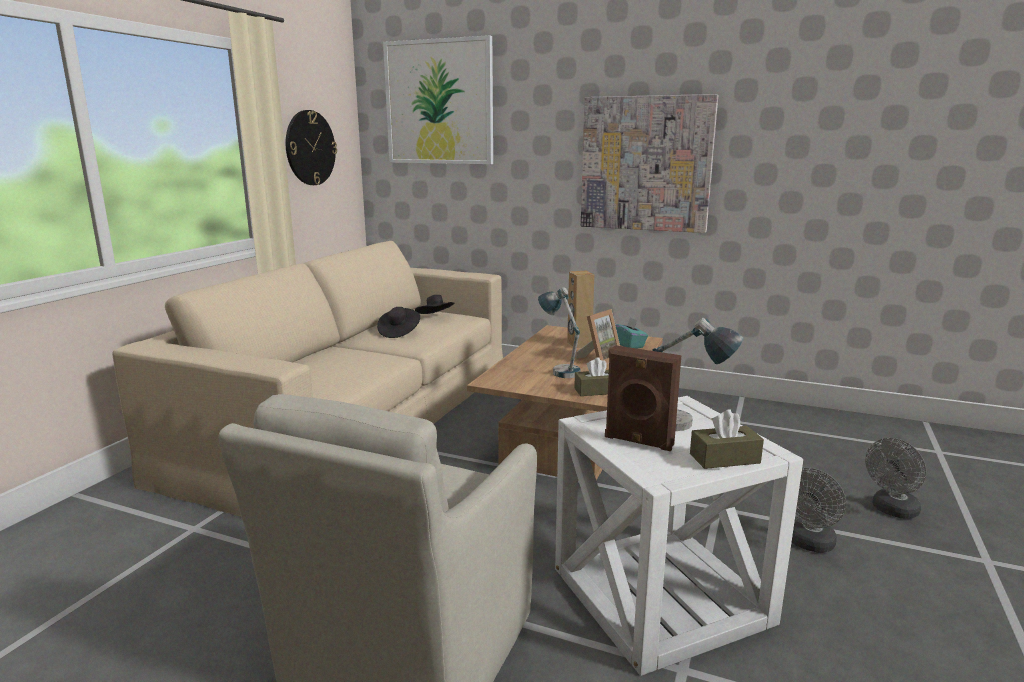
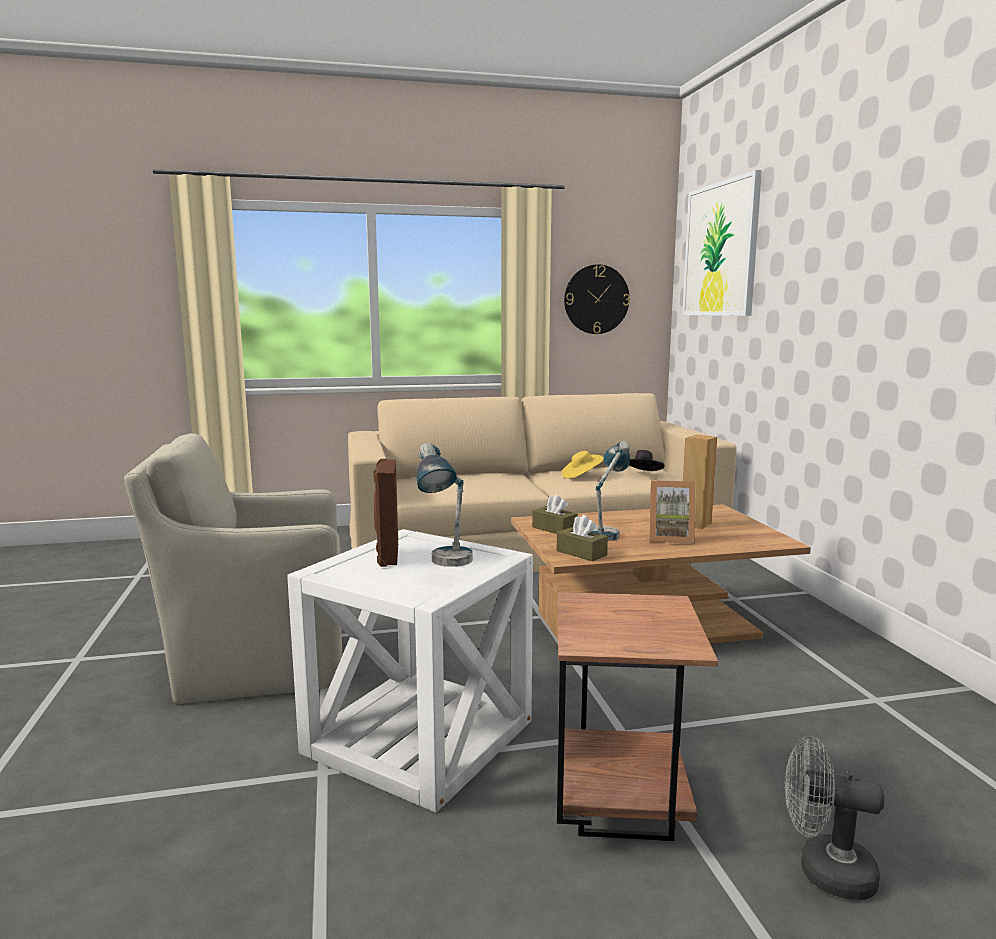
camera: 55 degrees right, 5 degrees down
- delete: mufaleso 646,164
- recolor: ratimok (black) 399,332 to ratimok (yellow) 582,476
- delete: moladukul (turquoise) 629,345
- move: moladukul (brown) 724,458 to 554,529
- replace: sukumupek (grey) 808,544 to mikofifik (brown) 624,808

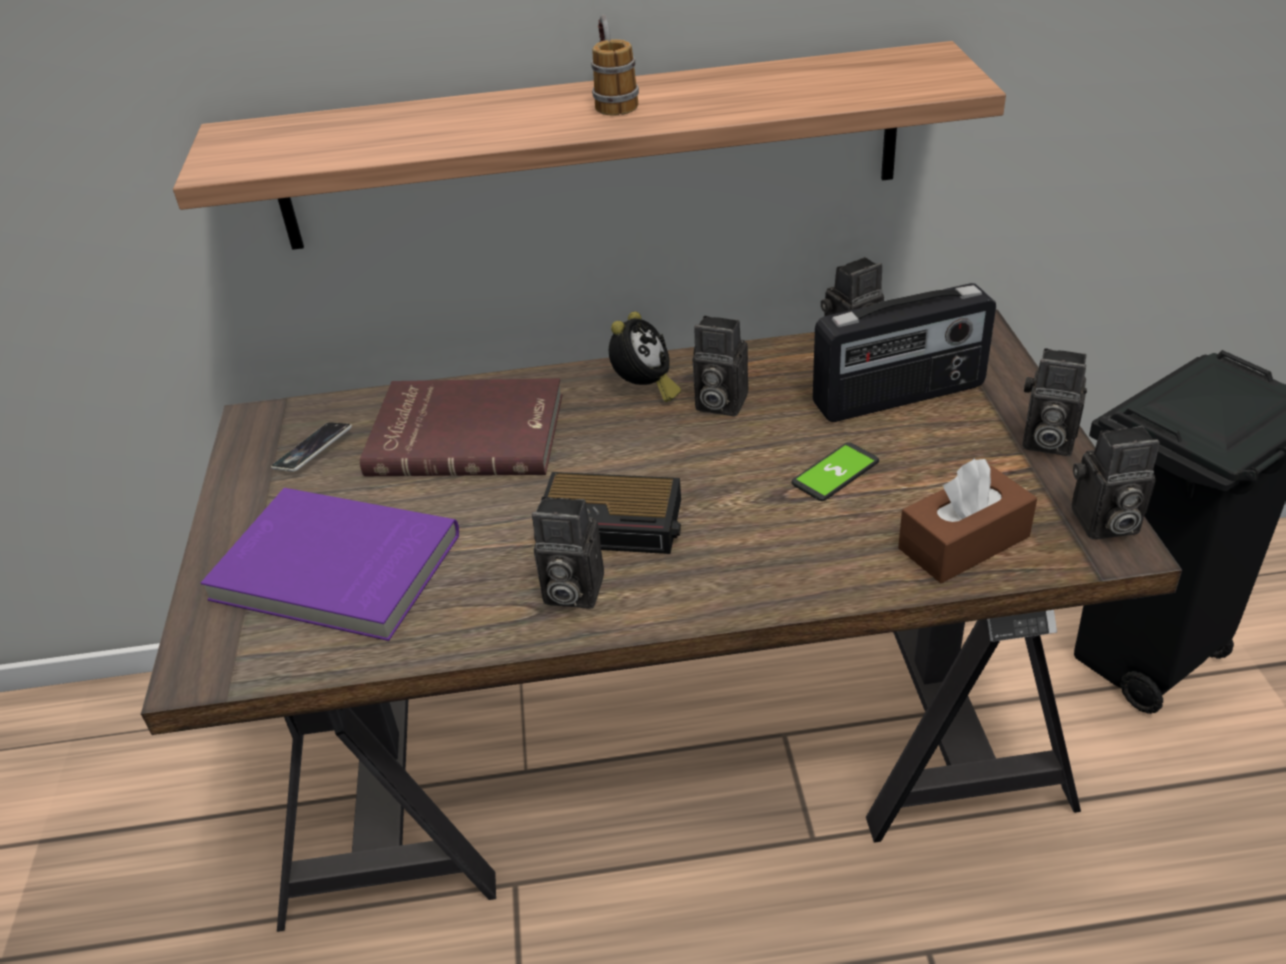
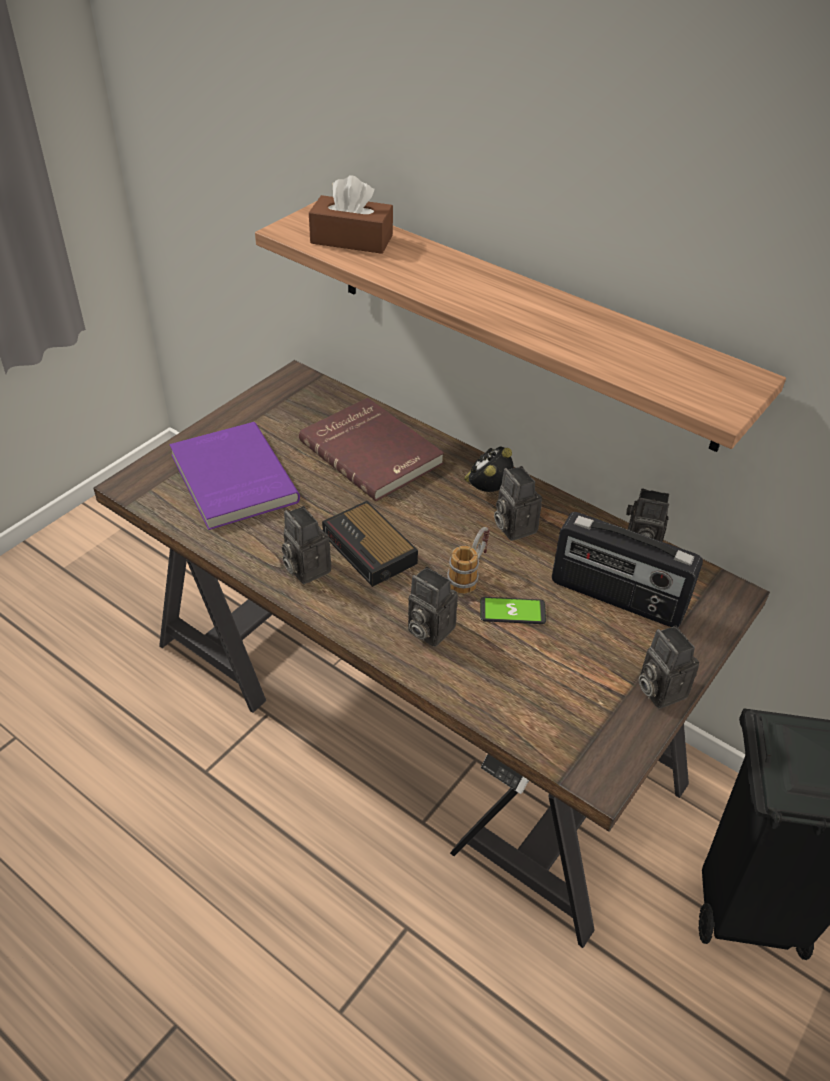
camera: 40 degrees right, 5 degrees up
- move: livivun 613,99 to 469,575
- rotate: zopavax 644,389 = 487,490 150 degrees clockwise
- delete: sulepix 313,451
- move: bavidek 1103,524 to 427,629
- move: moladukul (brown) 963,542 to 351,239

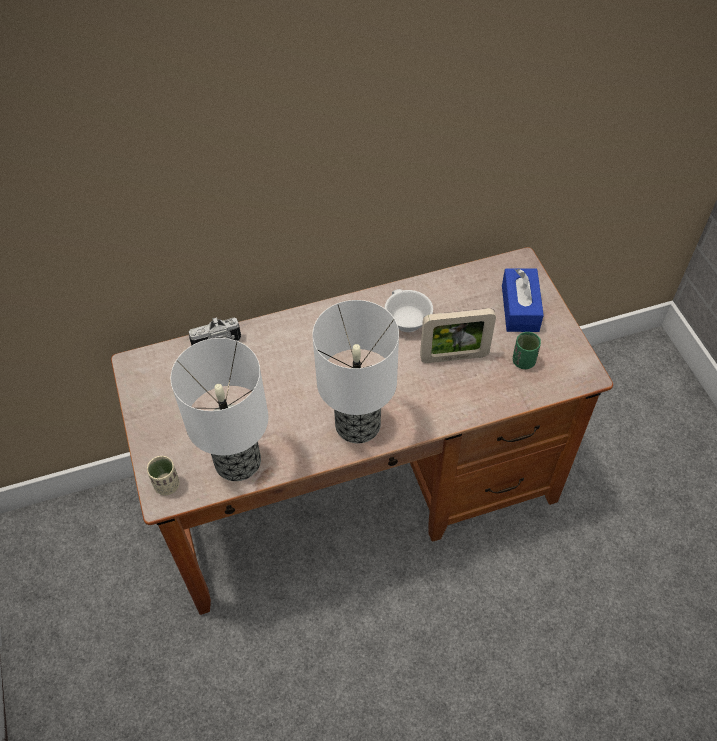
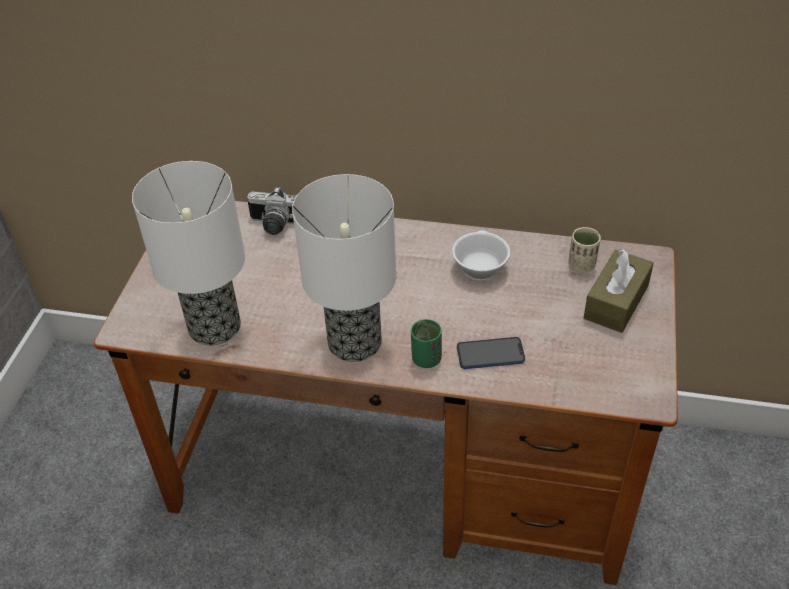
camera: 30 degrees right, 10 degrees down
- recolor: moladukul (blue) 520,308 to moladukul (brown) 616,302
- delete: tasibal 454,357
- move: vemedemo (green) 523,361 to 426,359
- move: vemedemo (beige) 167,485 to 581,265
- insert: sulepix 490,354

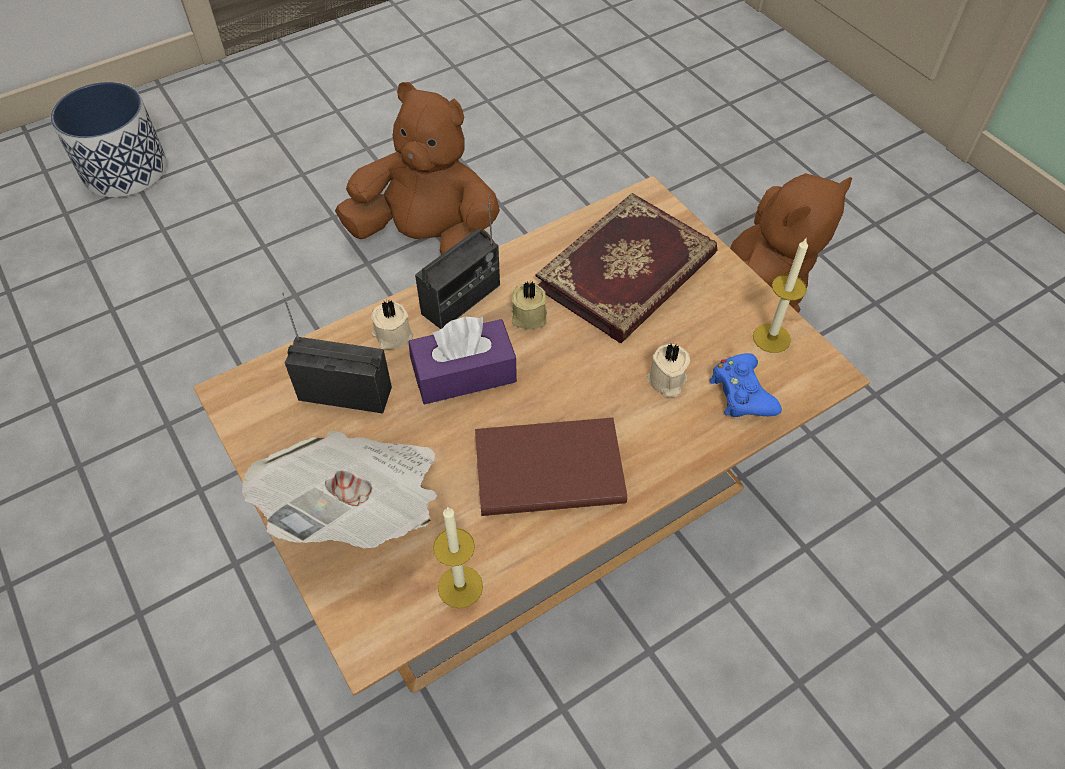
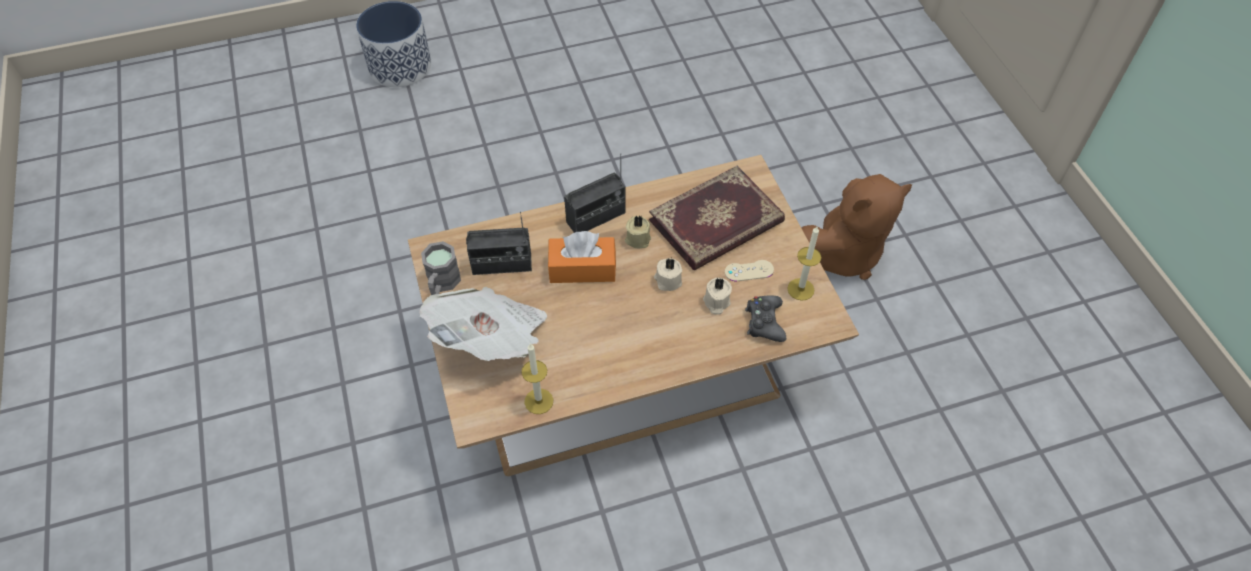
camera: 15 degrees right, 0 degrees up
- delete: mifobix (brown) 429,240
- rotate: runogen 345,393 = 502,264 150 degrees clockwise
- move: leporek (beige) 392,335 to 667,280
- recolor: moladukul (purple) 464,374 to moladukul (orange) 582,268
- recolor: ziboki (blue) 741,393 to ziboki (black) 764,322
- delete: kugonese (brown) 546,467
- insert: livivun (grey) 442,284
- insert: ziboki (beige) 749,271

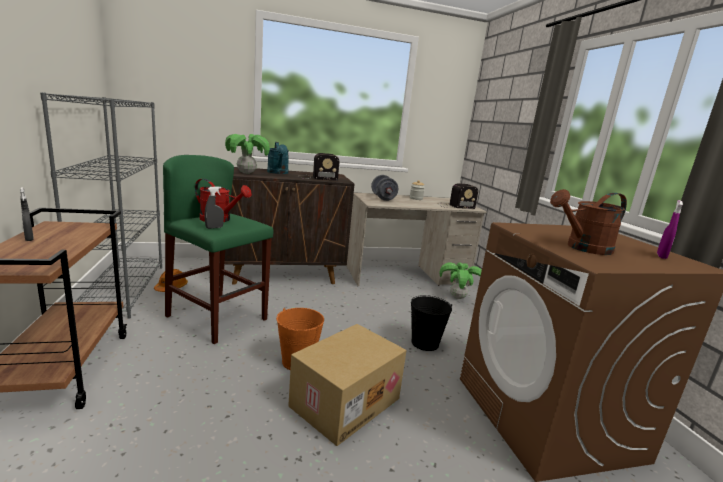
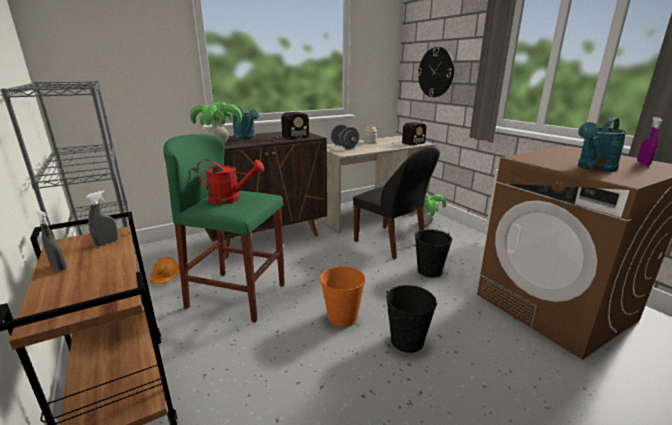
camera: 15 degrees left, 5 degrees up
- move: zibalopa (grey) 214,227 to 107,243
- recolor: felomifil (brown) 583,248 to felomifil (turquoise) 594,168
- replace: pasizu 344,401 to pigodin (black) 407,340
- insert: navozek 436,72
- insert: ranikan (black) 390,242

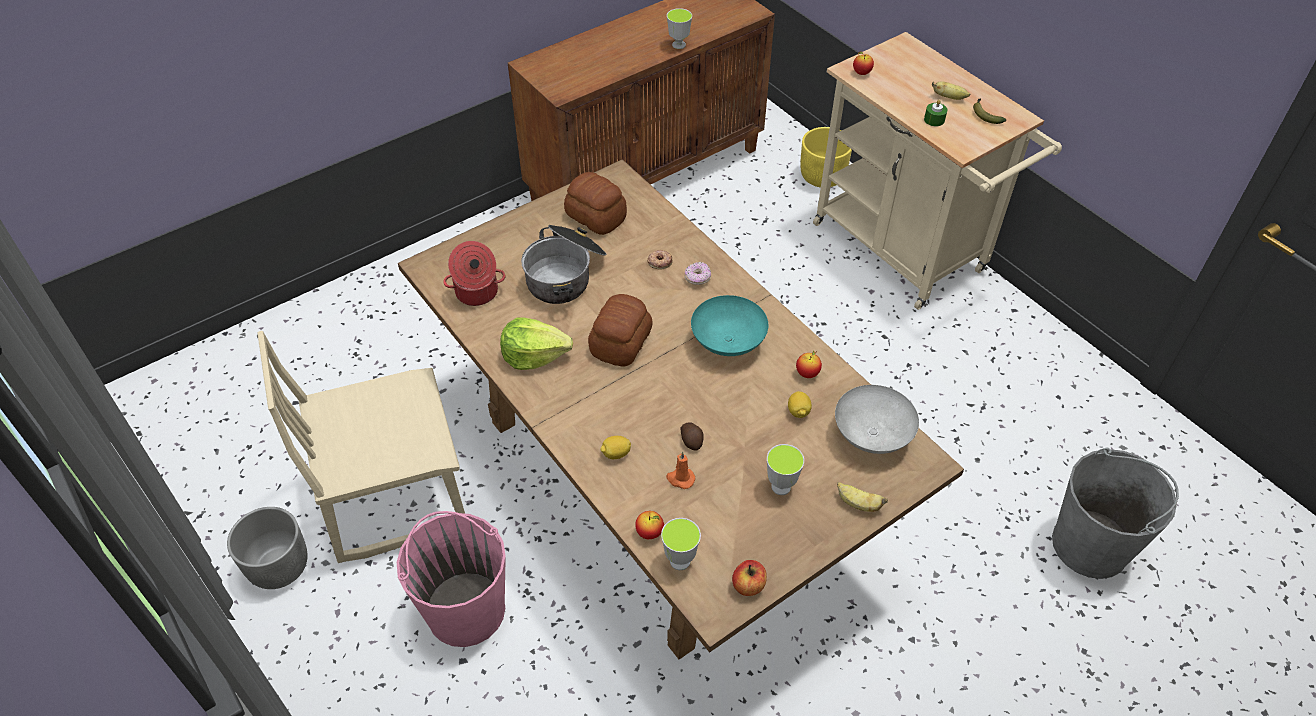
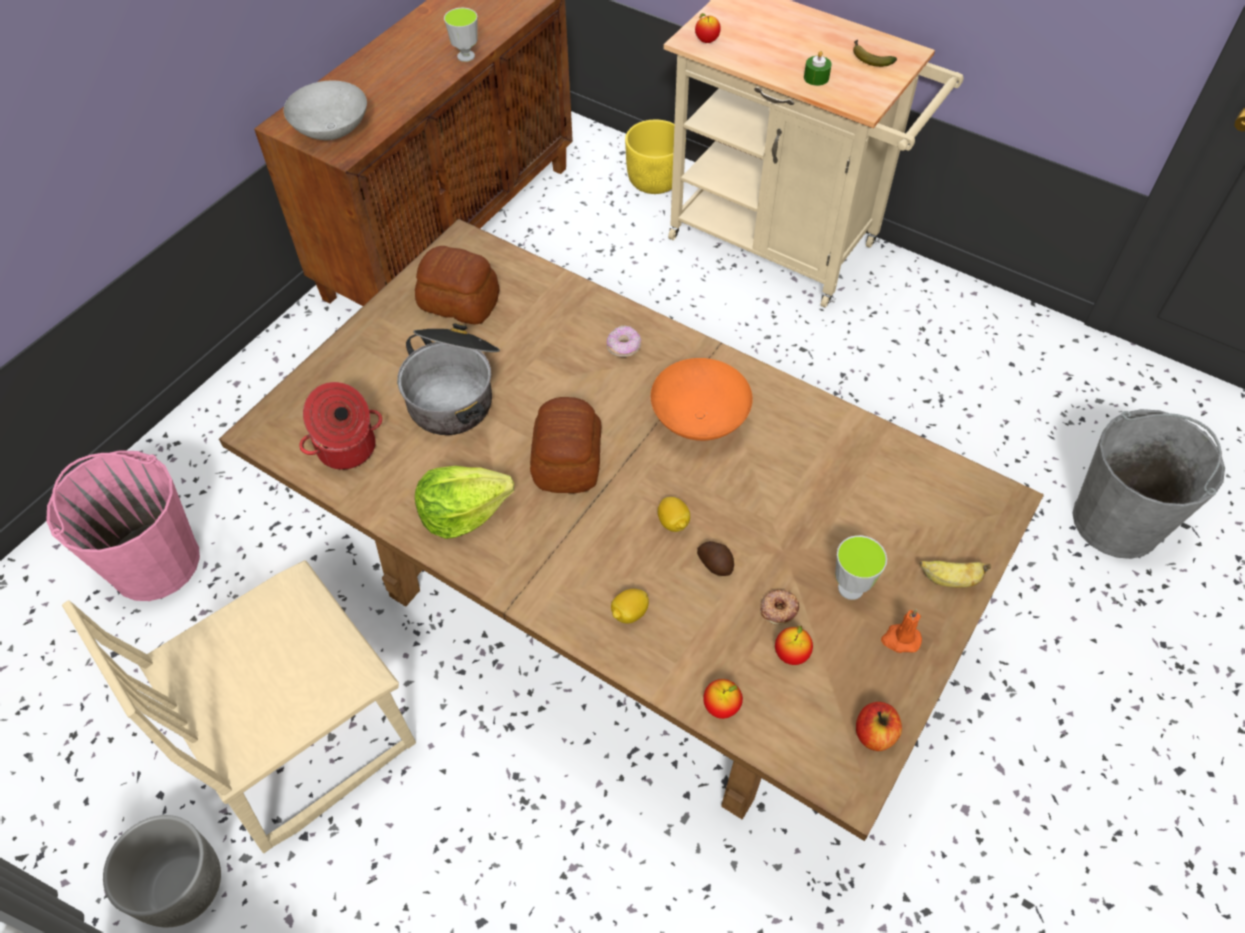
camera: 20 degrees left, 5 degrees up
- delete: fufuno 949,97
- move: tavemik 659,261 to 778,608
- recolor: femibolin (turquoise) 728,341 to femibolin (orange) 699,418
- move: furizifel 807,373 to 791,654
- move: femibolin (grey) 870,435 to 331,131
- move: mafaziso 798,411 to 673,522
- move: leporek (orange) 680,479 to 900,639
- move: pigodin (pink) 466,609 to 154,562
- delete: vemedemo 680,561

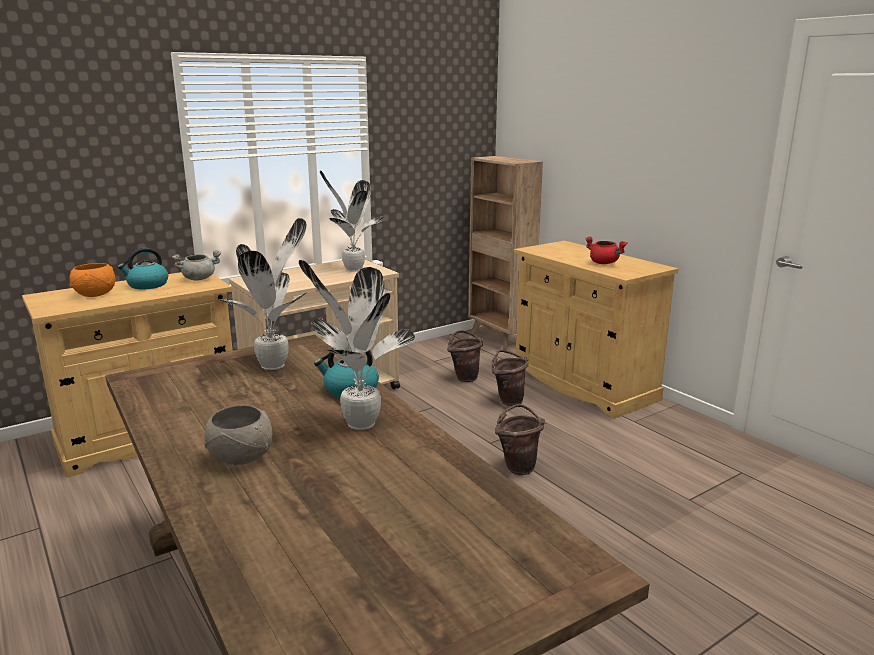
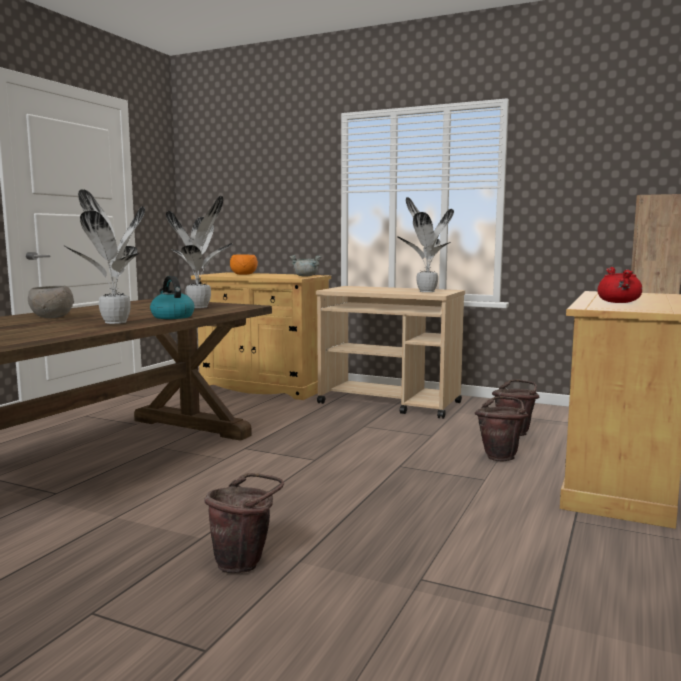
camera: 60 degrees right, 10 degrees down
- delete: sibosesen 147,285
- move: pigodin (brown) 518,466 to 245,563

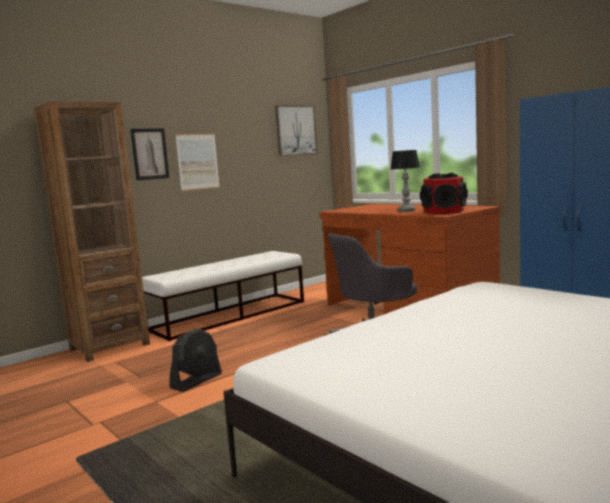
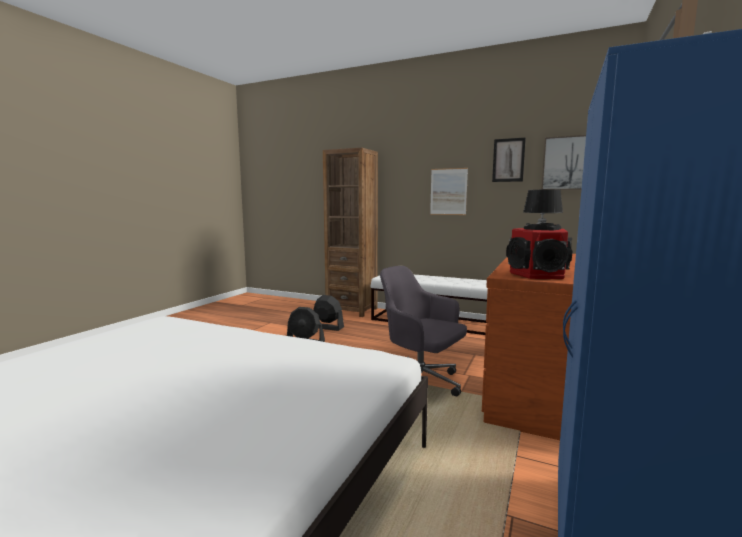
camera: 65 degrees right, 0 degrees up
- move: mufaleso 150,154 to 508,160
- insert: sukumupek (black) 327,327

